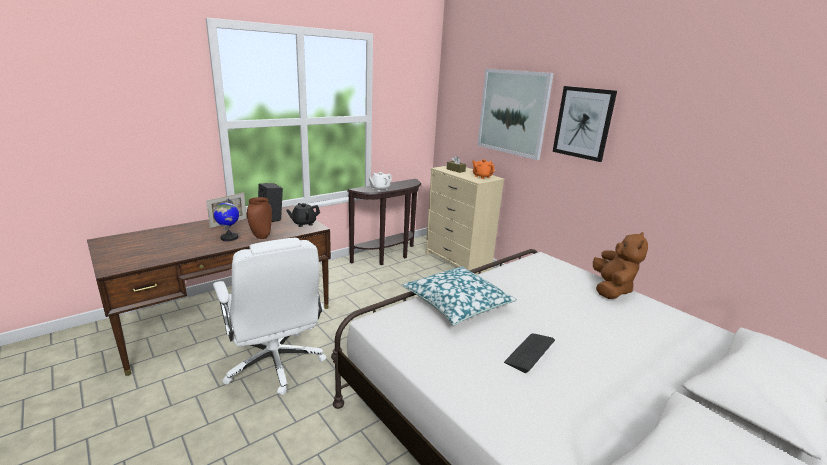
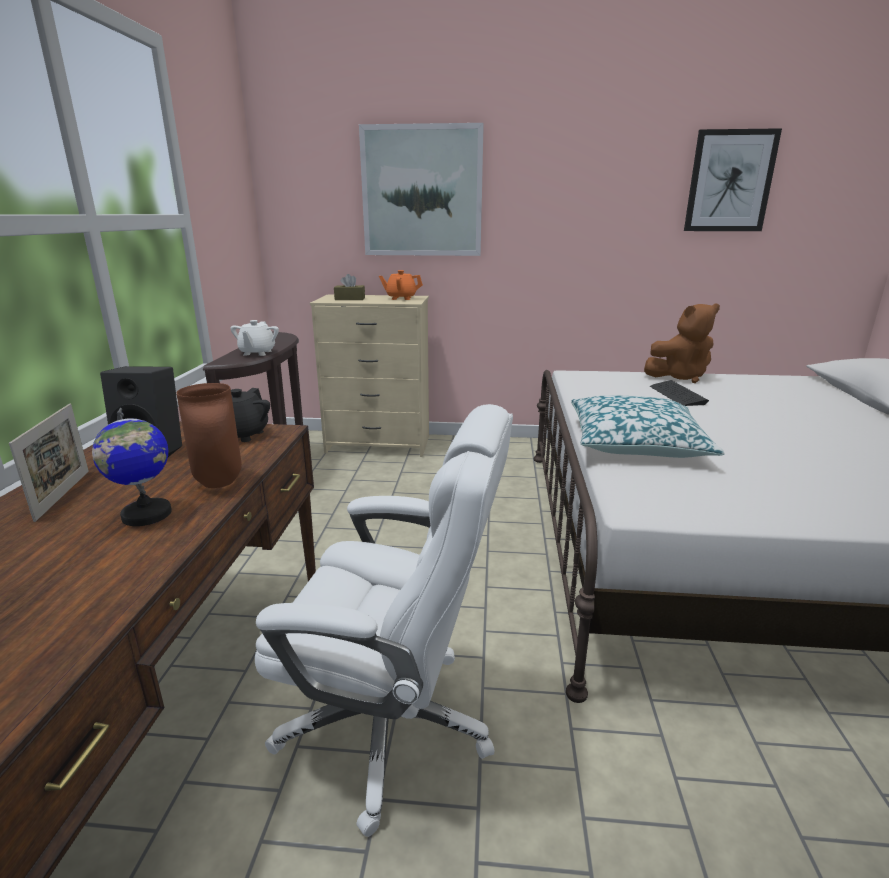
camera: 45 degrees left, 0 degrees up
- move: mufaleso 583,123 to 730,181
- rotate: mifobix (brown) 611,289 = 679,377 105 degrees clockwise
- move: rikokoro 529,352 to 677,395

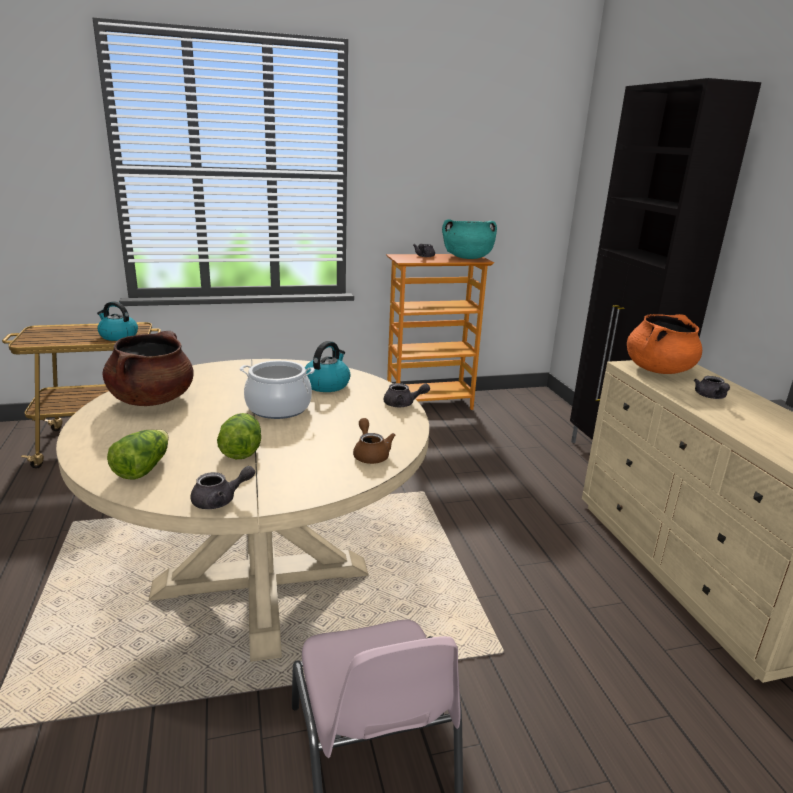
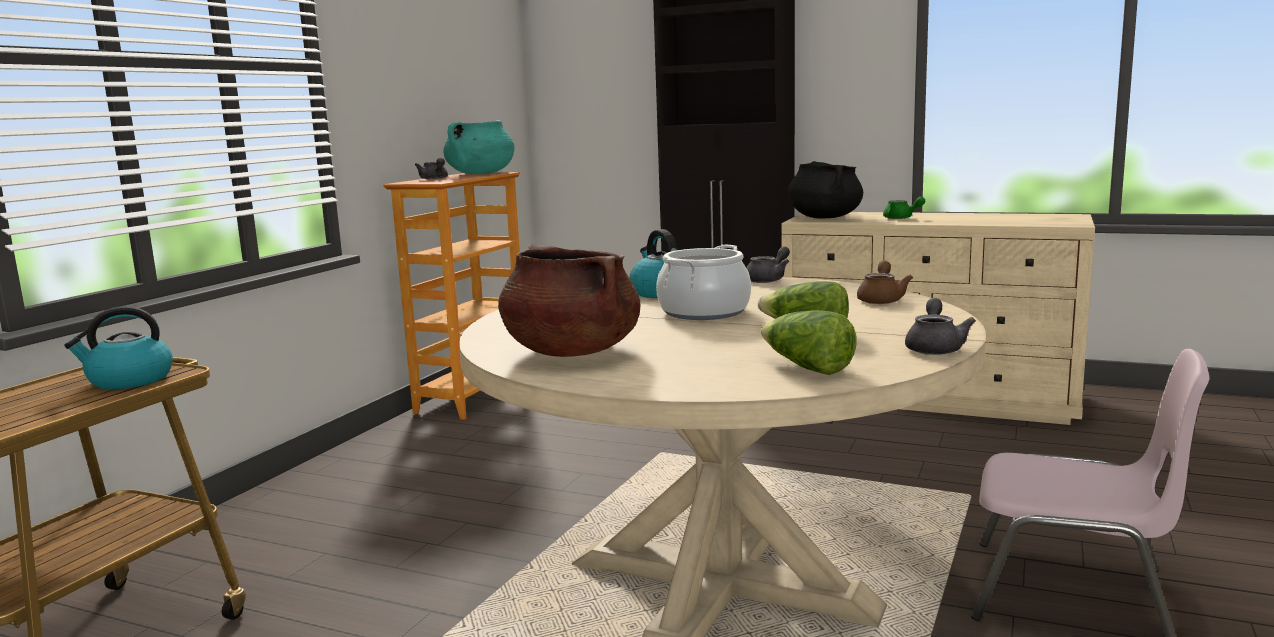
camera: 50 degrees left, 10 degrees down
- recolor: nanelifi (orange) 658,370 to nanelifi (black) 824,218
- recolor: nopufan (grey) 710,397 to nopufan (green) 901,218
- rotate: nopufan (brown) 370,454 = 881,299 90 degrees clockwise

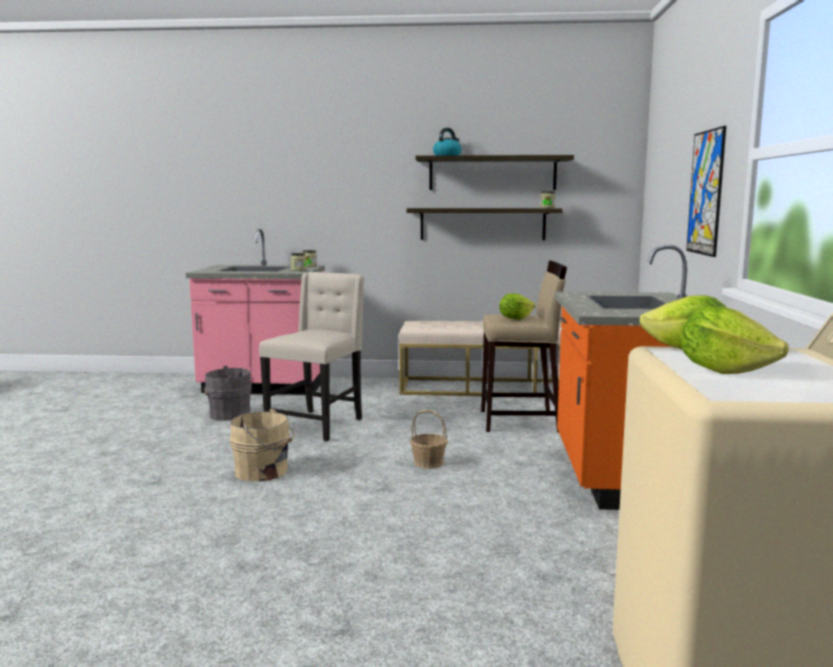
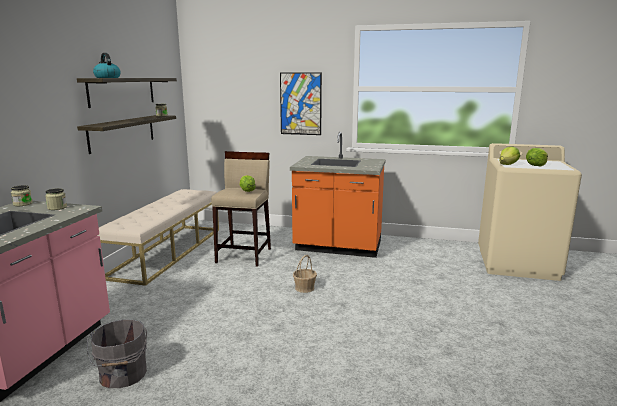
camera: 80 degrees left, 5 degrees up
- delete: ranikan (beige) 317,425
- delete: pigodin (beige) 263,472

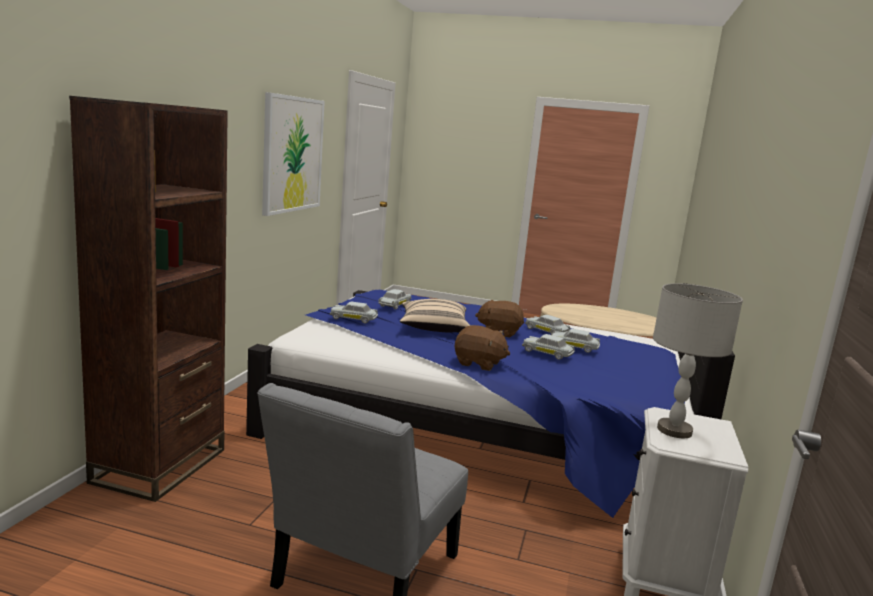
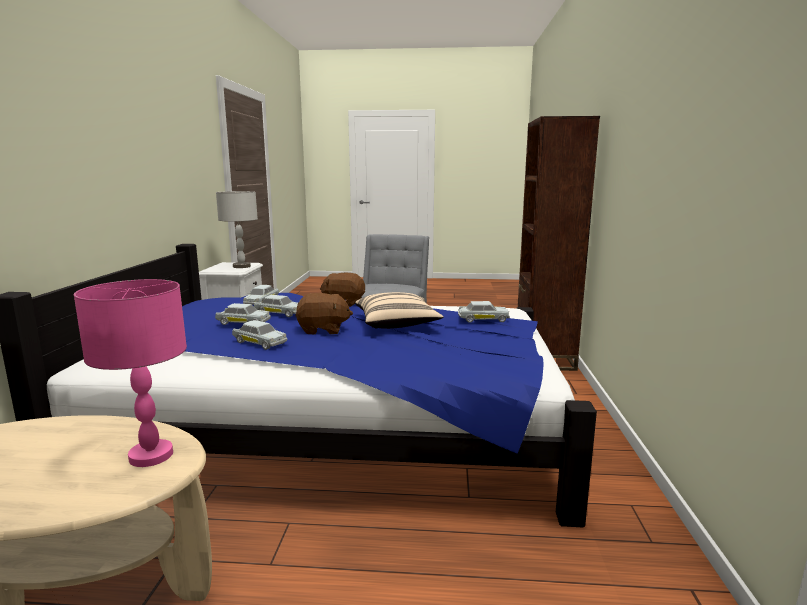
camera: 170 degrees right, 0 degrees up
- delete: mufaleso 292,154
- move: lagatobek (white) 395,305 to 261,302
- insert: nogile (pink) 152,455

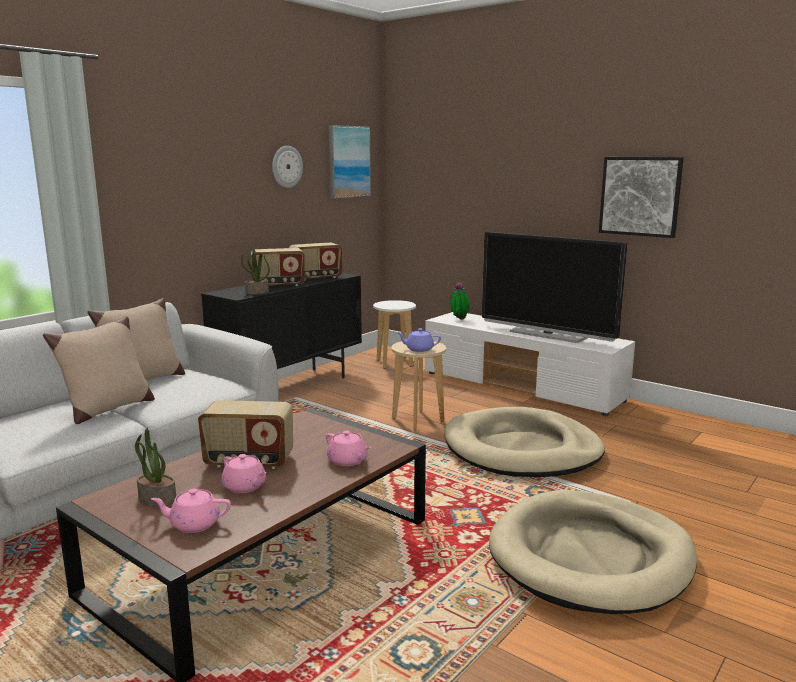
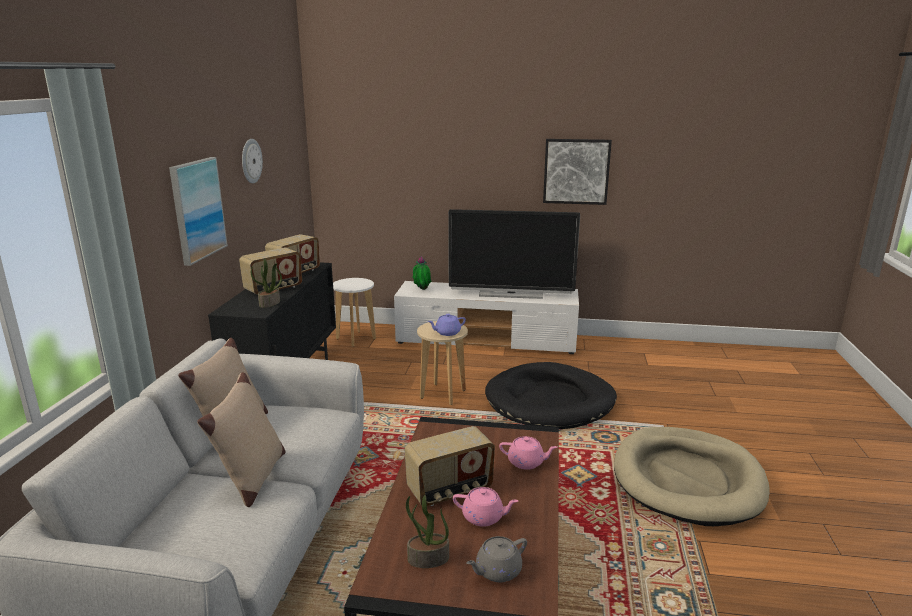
camera: 30 degrees left, 5 degrees up
- move: mufaleso 348,162 to 197,209
- recolor: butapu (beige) 522,449 to butapu (black) 550,401
- recolor: nopufan (pink) 194,524 to nopufan (grey) 497,571

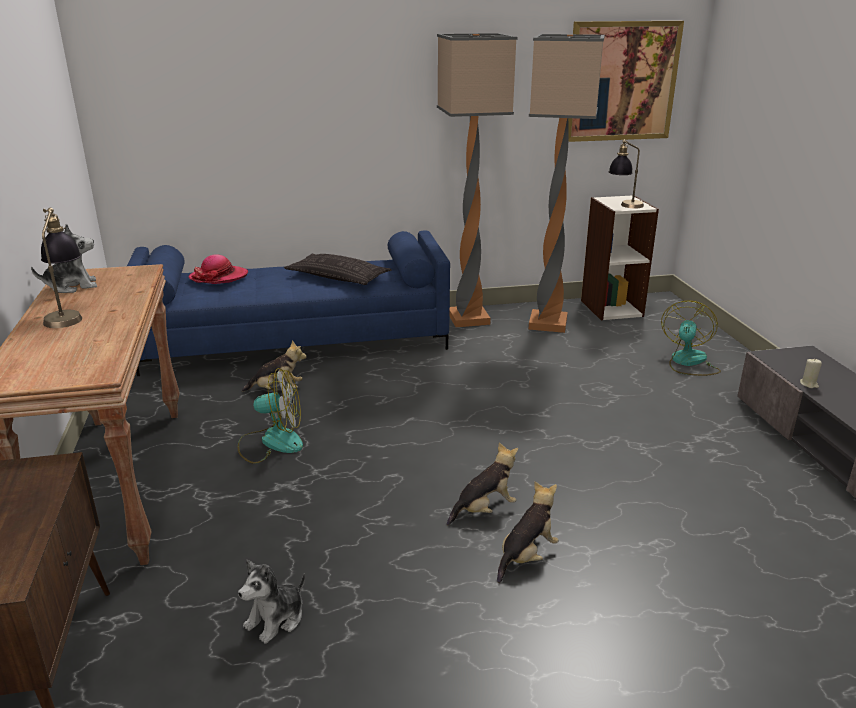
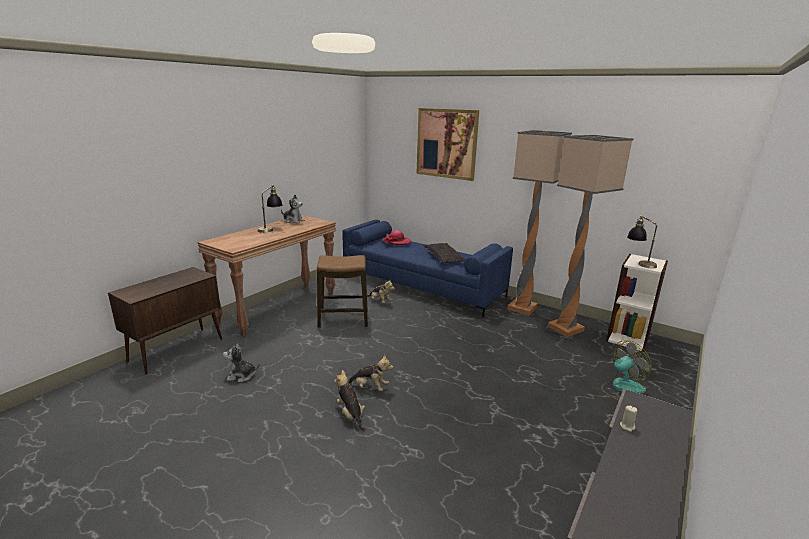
camera: 45 degrees right, 5 degrees down
- move: mufaleso 621,81 to 446,143
- replace: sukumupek 271,442 to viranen 343,319
- rotate: mifobix 526,556 = 350,415 120 degrees counterclockwise

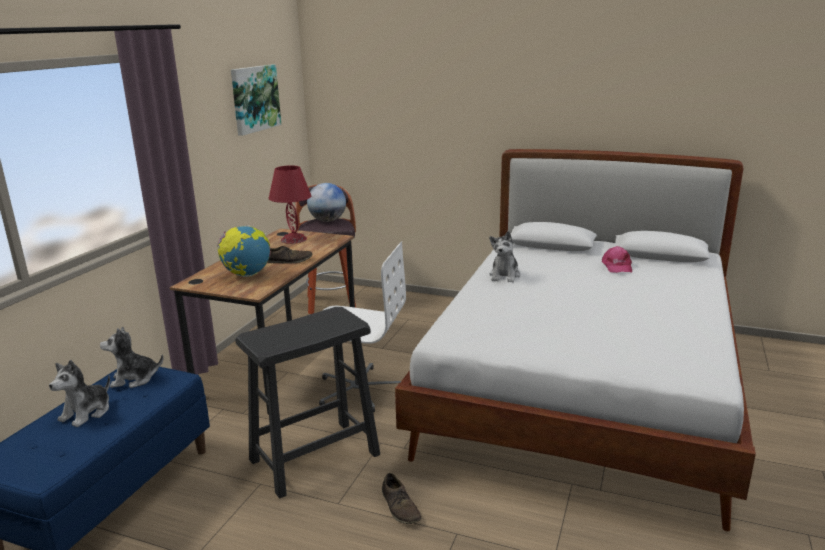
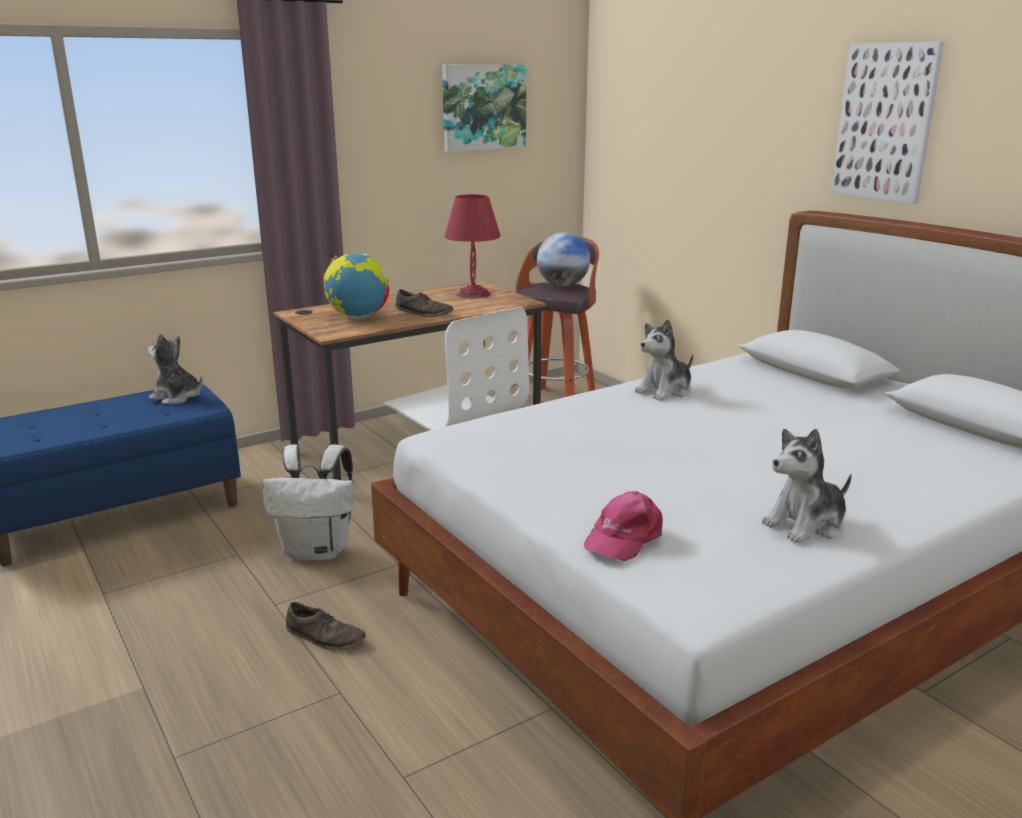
camera: 35 degrees right, 0 degrees up
- move: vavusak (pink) 616,266 to 623,537
- replace: viranen (black) 315,457 to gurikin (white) 318,551
- move: mifobix 87,413 to 806,525
- rotate: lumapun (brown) 400,507 = 325,637 75 degrees counterclockwise
- insert: mufaleso 885,122

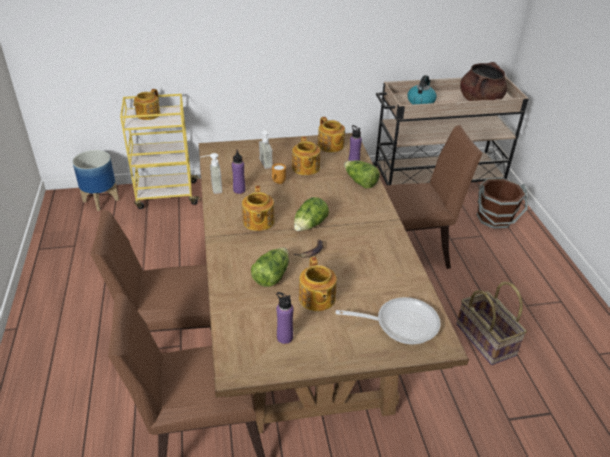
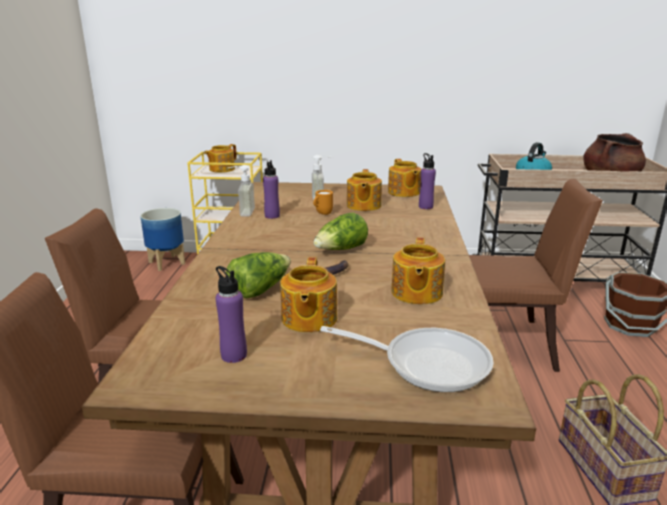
camera: 15 degrees right, 15 degrees down
- delete: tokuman 360,182
- move: nopufan 258,222 to 416,293

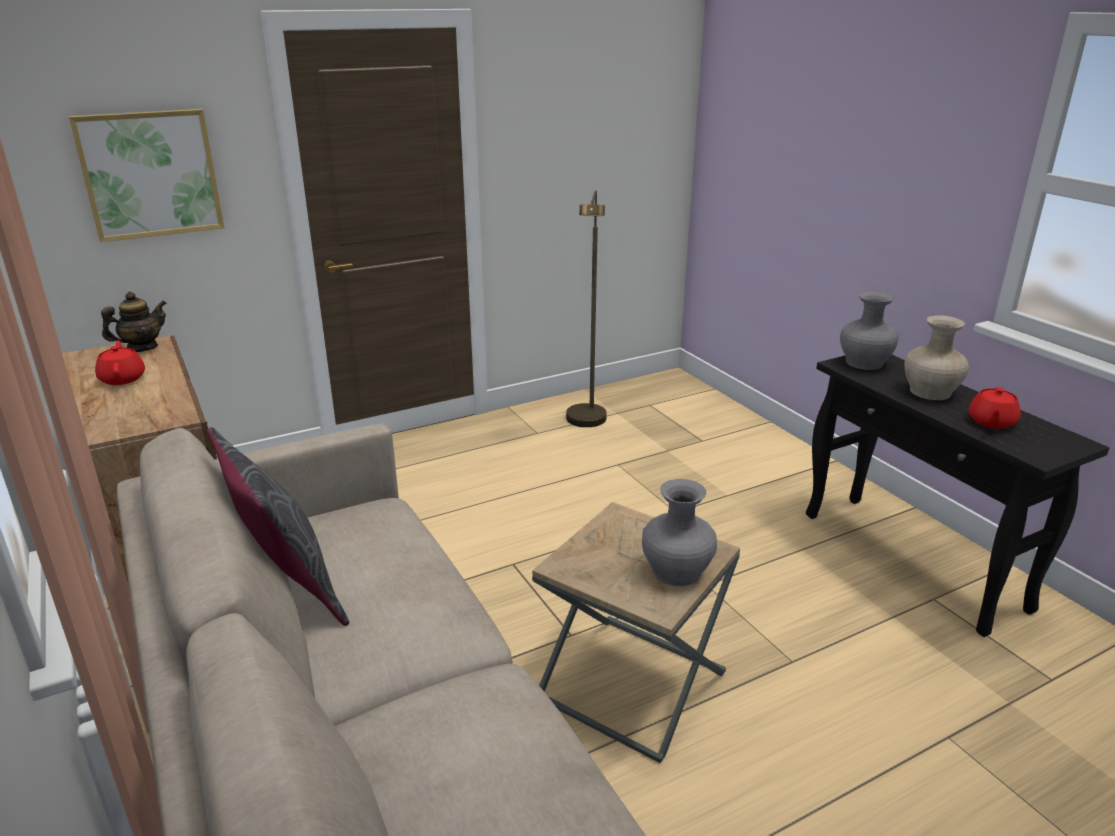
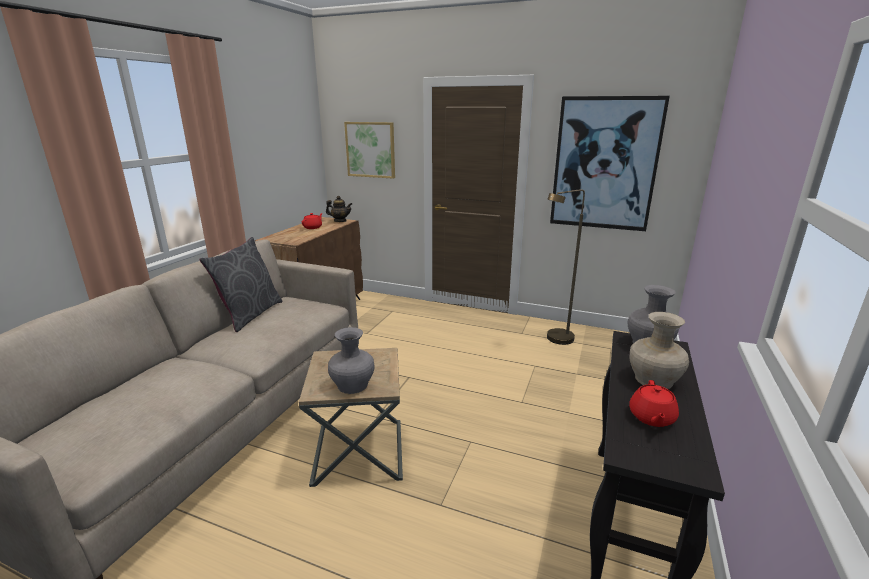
camera: 50 degrees right, 5 degrees down
- rotate: nopufan (red) 991,422 = 651,417 60 degrees counterclockwise
- insert: mufaleso 604,164

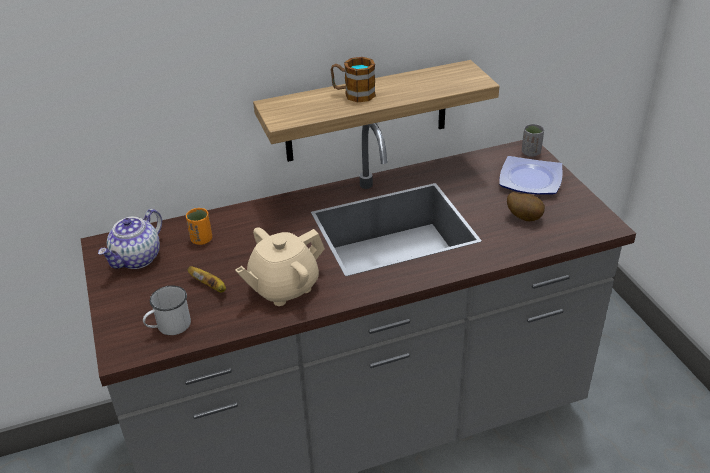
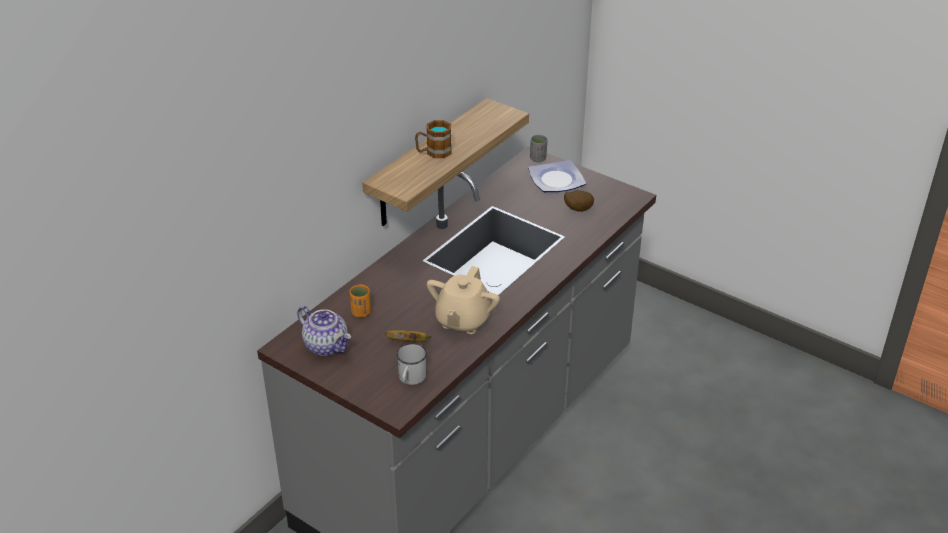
camera: 35 degrees left, 0 degrees up
- rotate: nopufan 137,259 = 327,346 45 degrees counterclockwise

